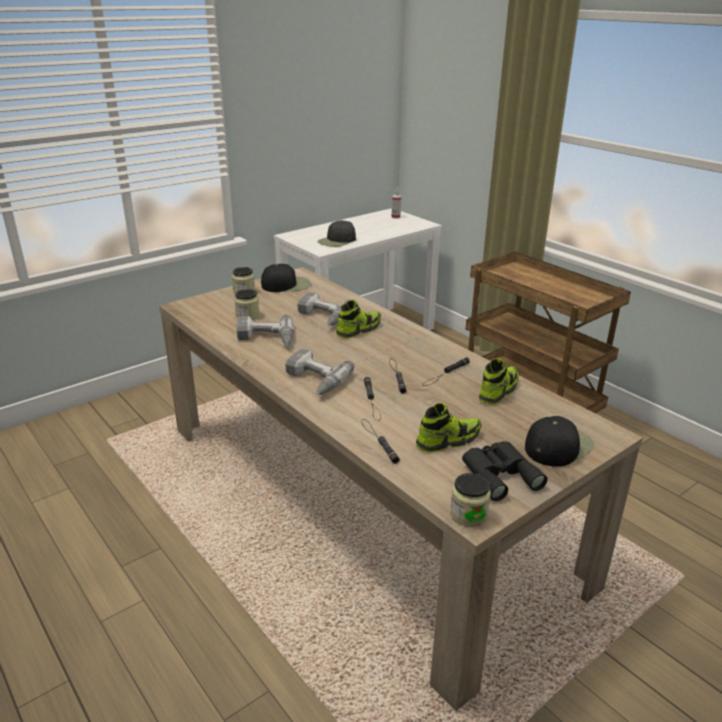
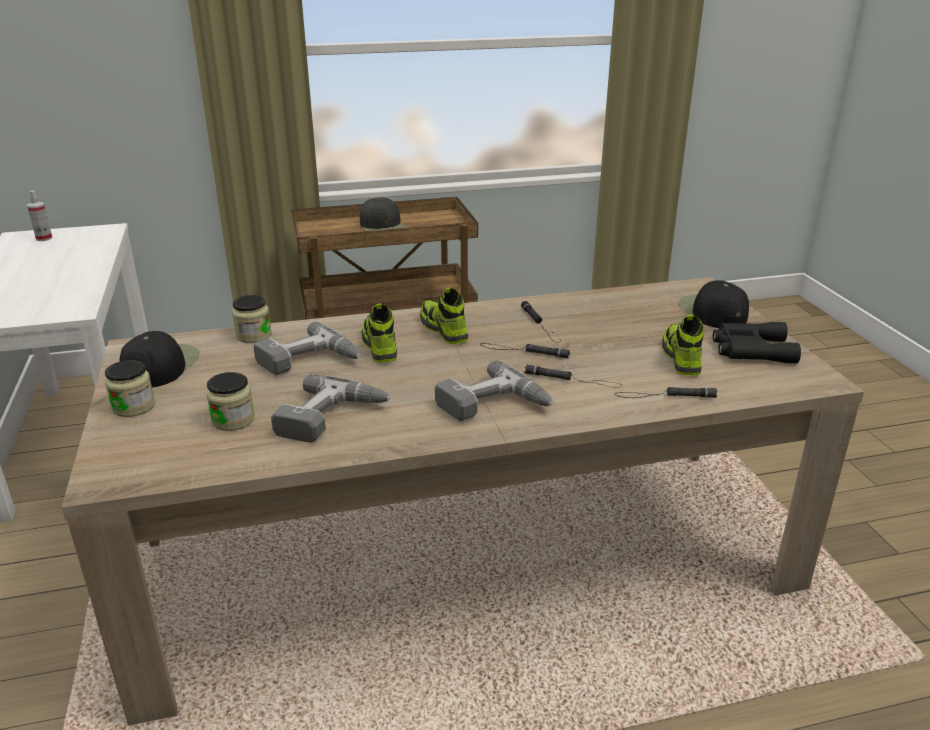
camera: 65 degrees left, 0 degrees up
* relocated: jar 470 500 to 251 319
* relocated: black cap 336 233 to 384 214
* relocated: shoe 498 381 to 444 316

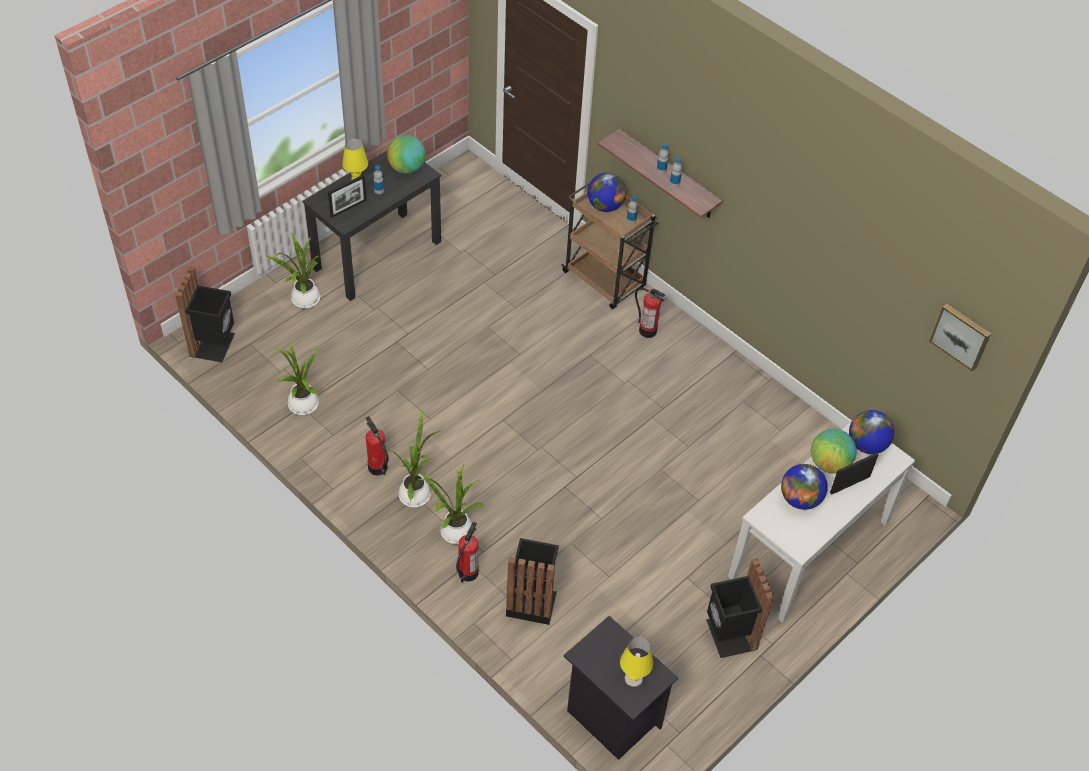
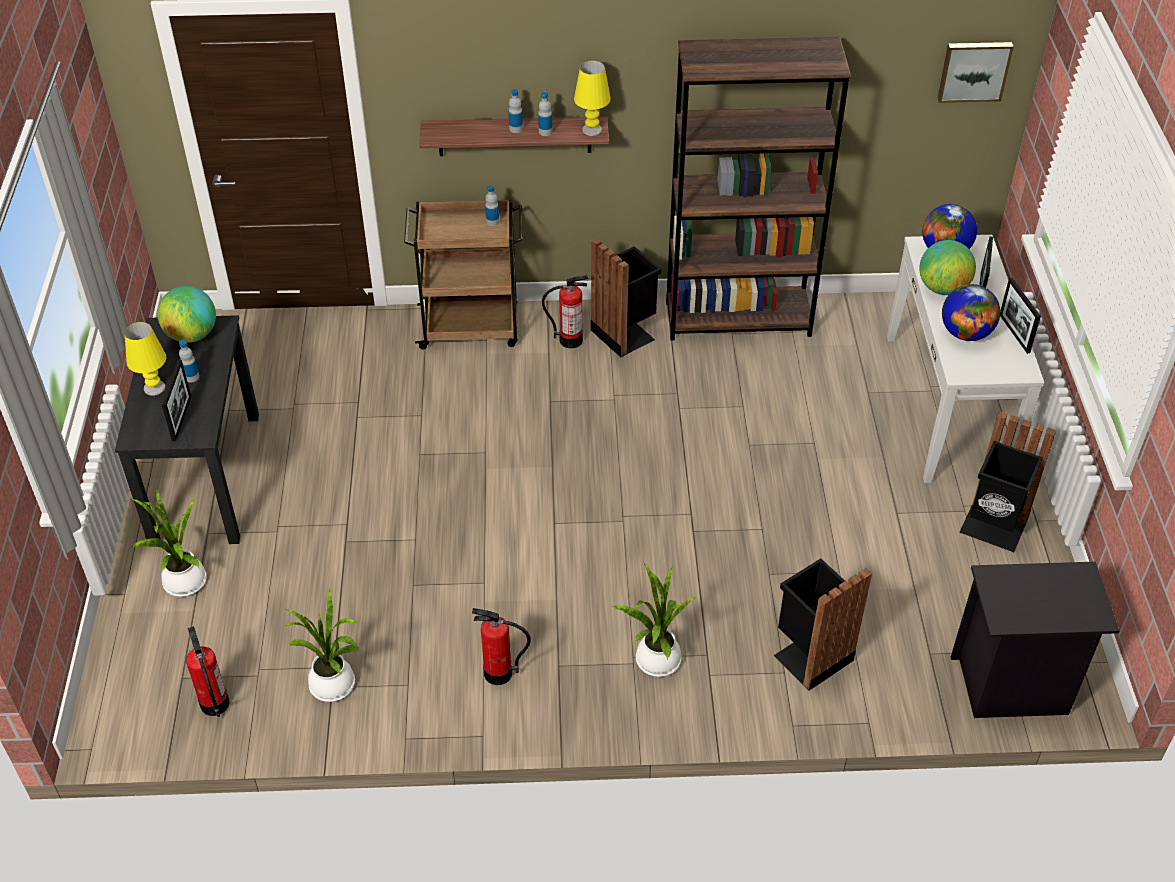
camera: 45 degrees left, 5 degrees down
* relocated: fire extinguisher 467 552 to 208 671
* relocated: yellow table lamp 636 662 to 592 98
* relocated: black trash can 205 314 to 626 297
* appeared: brown bookcase 758 189
* appeared: picture frame 1020 316
* missing: potted plant 415 458
* missing: globe 606 192

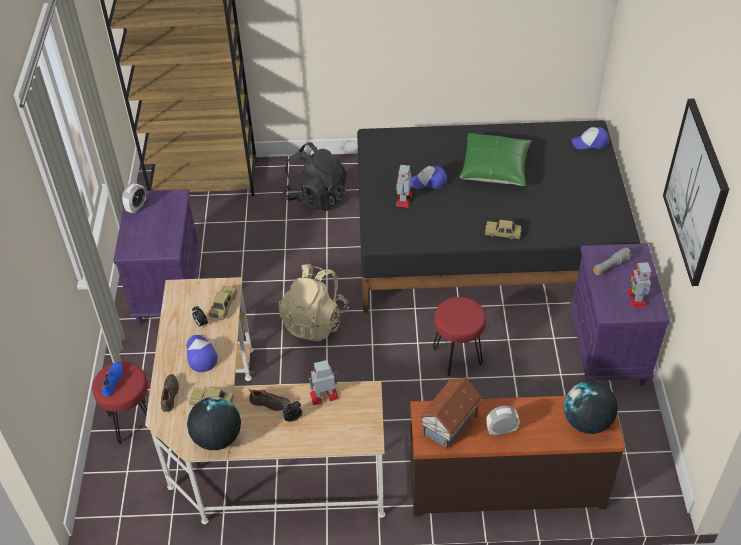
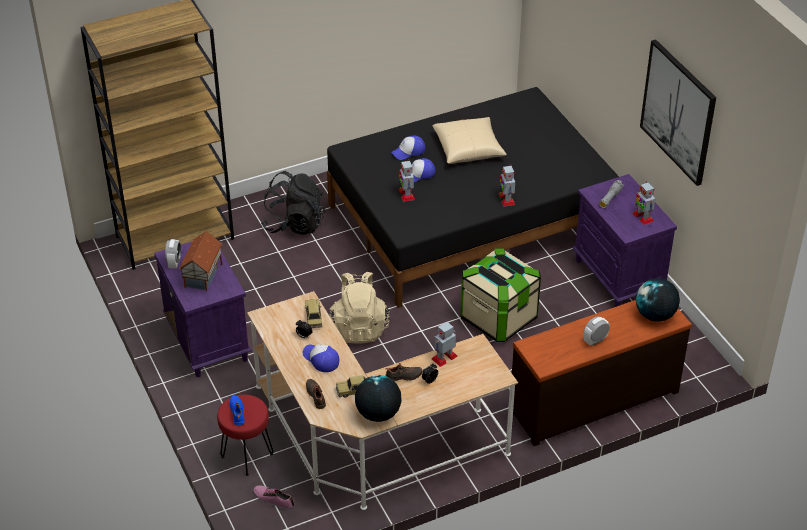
camera: 25 degrees left, 5 degrees down
* relocated: toy house 450 414 to 201 261
* appeared: shoe 273 497
* relocated: cap 590 138 to 408 147
* colour: green pillow 495 159 to beige pillow 469 140
* exchanged: red stool 459 336 to storage box 501 295
* exchanged: toy car 503 230 to toy robot 507 185

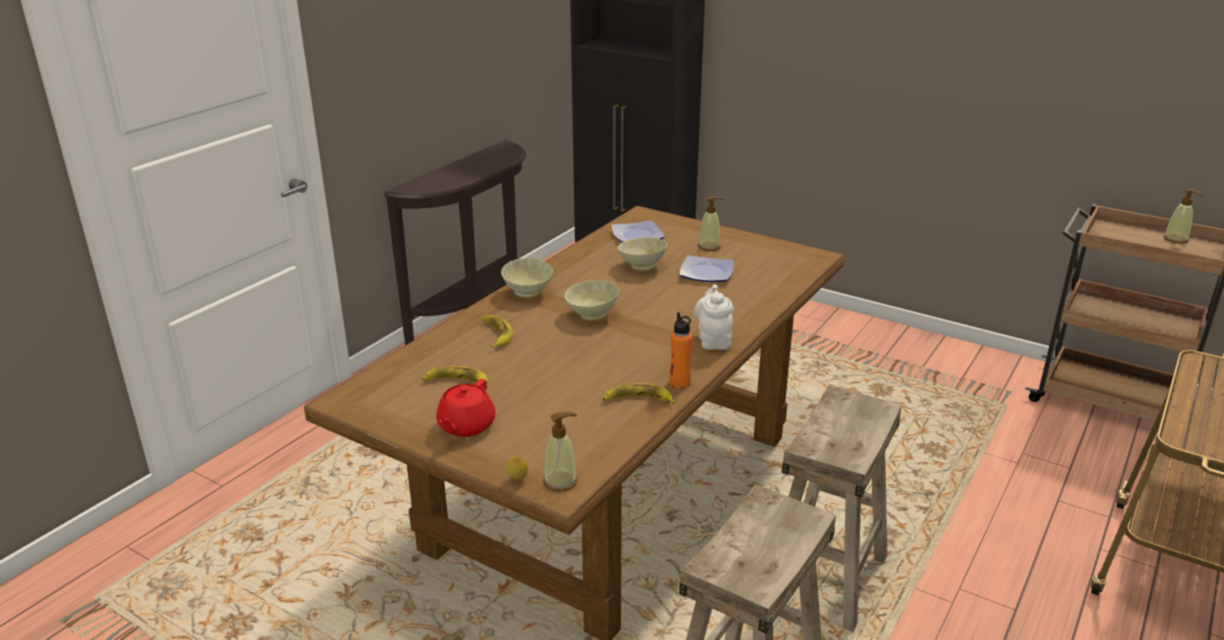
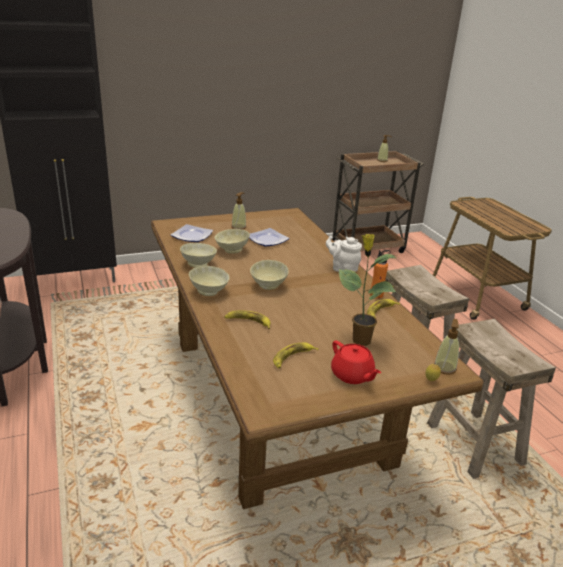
camera: 55 degrees left, 0 degrees up
* appeared: beige bowl 198 255
* appeared: potted plant 368 290

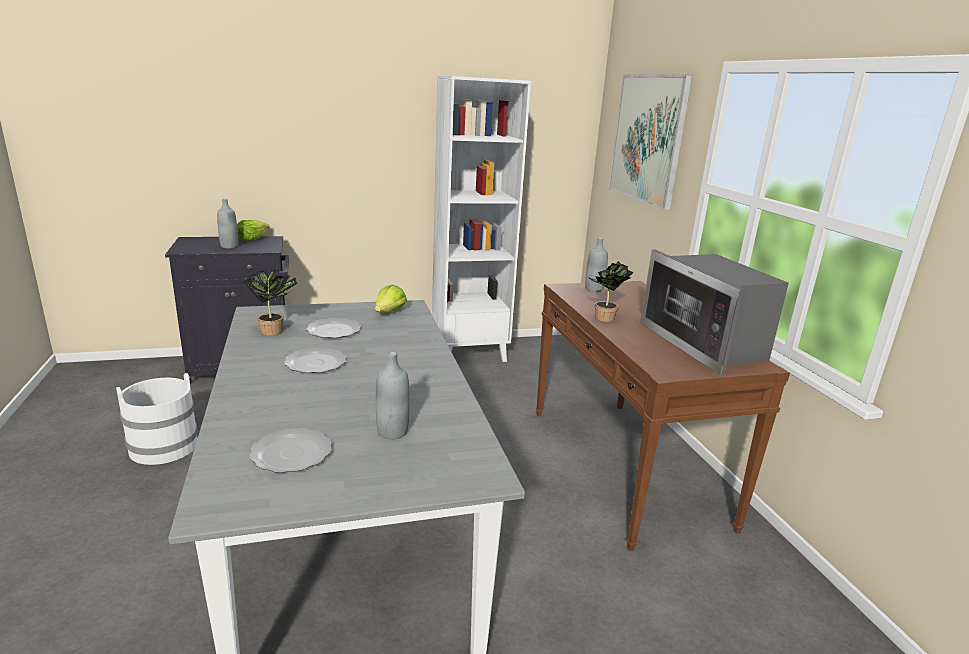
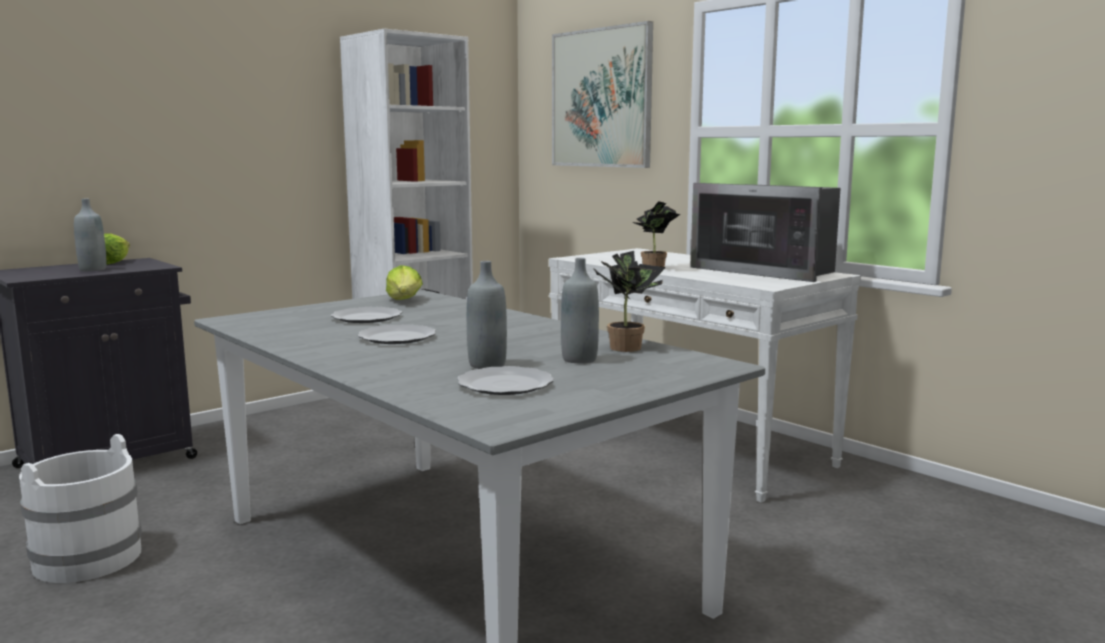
camera: 25 degrees left, 10 degrees down
* relocated: grey bottle 596 265 to 487 315
* colour: brown console table 663 416 to white console table 705 375
* relocated: potted plant 270 303 to 629 301

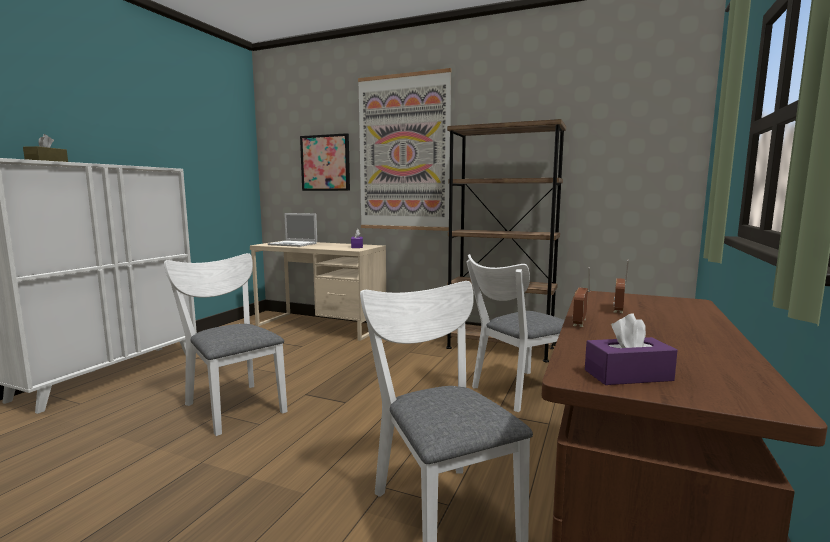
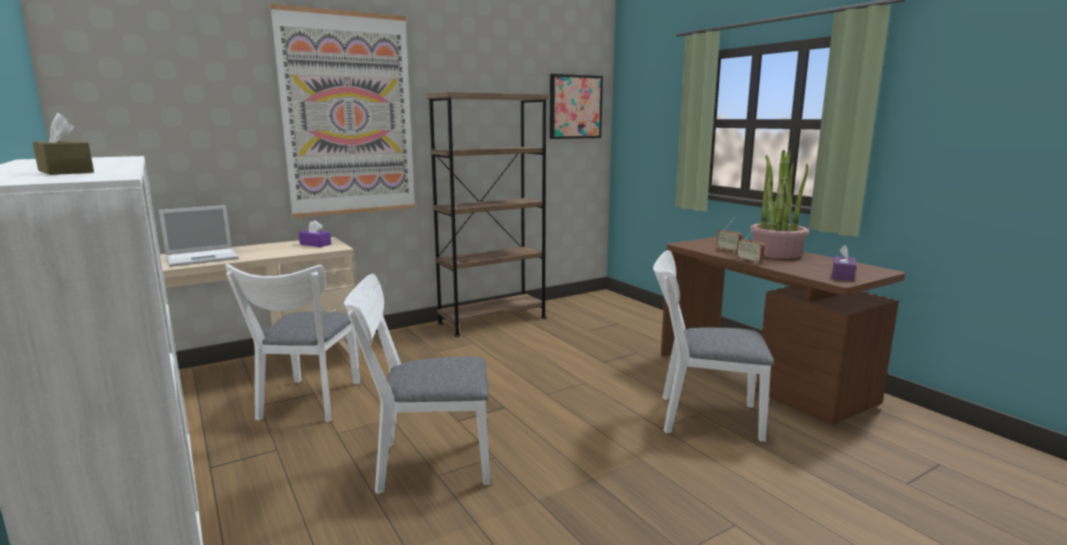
camera: 55 degrees left, 5 degrees up
* relocated: white chair 515 333 to 292 343
* relocated: picture 325 162 to 576 106
* appeared: potted plant 779 204

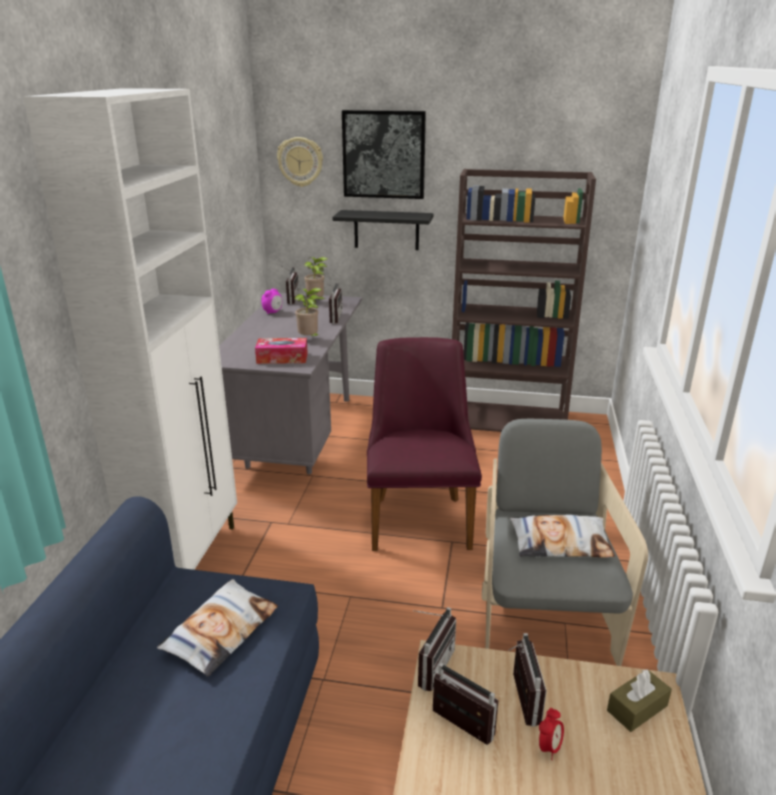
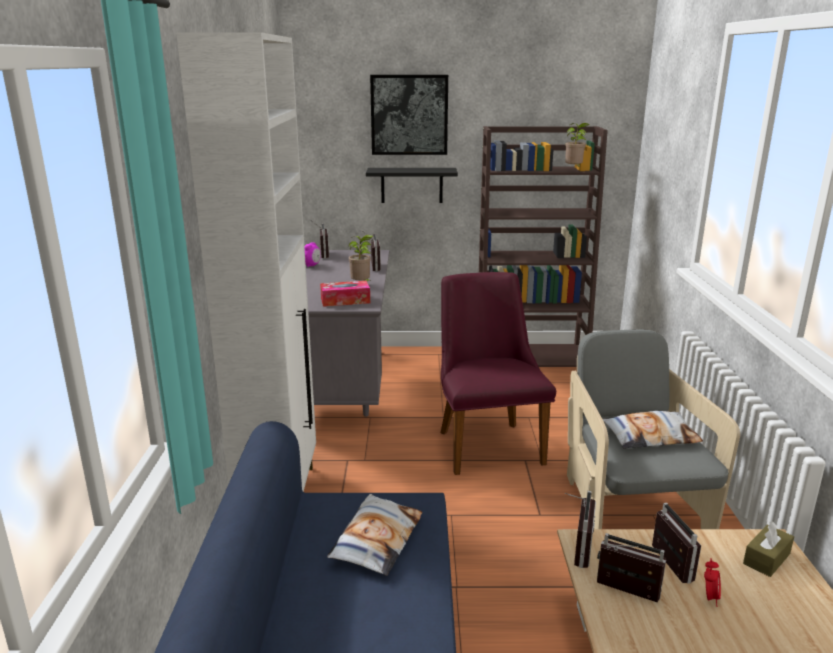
camera: 10 degrees left, 5 degrees down
* relocated: potted plant 316 278 to 577 145
* missing: wall clock 300 162

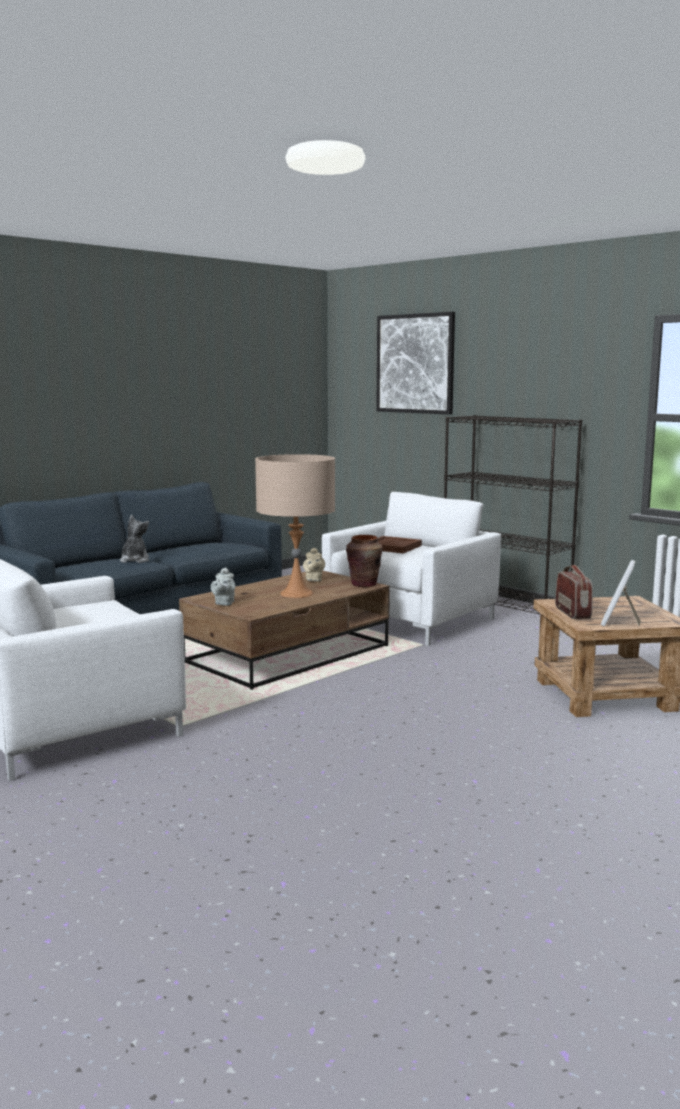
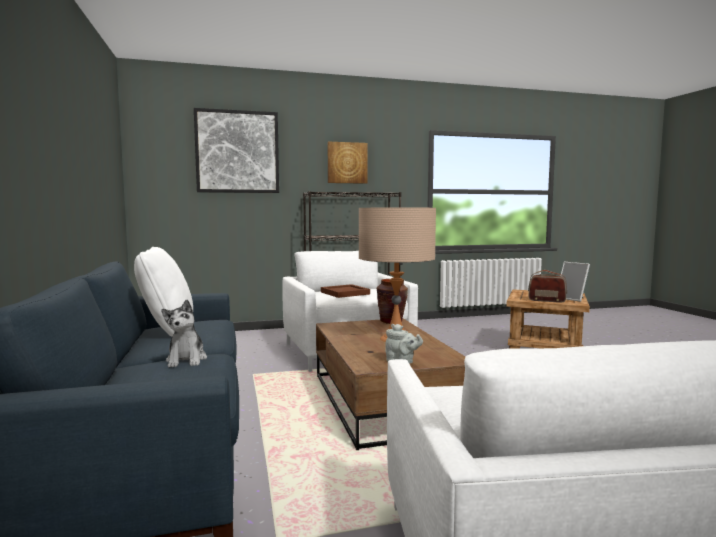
camera: 60 degrees left, 5 degrees down
* appeared: white pillow 163 291
* spun: plush toy 134 539 = 184 334 135 degrees counterclockwise
* appeared: picture 348 163
* missing: beige teapot 314 565

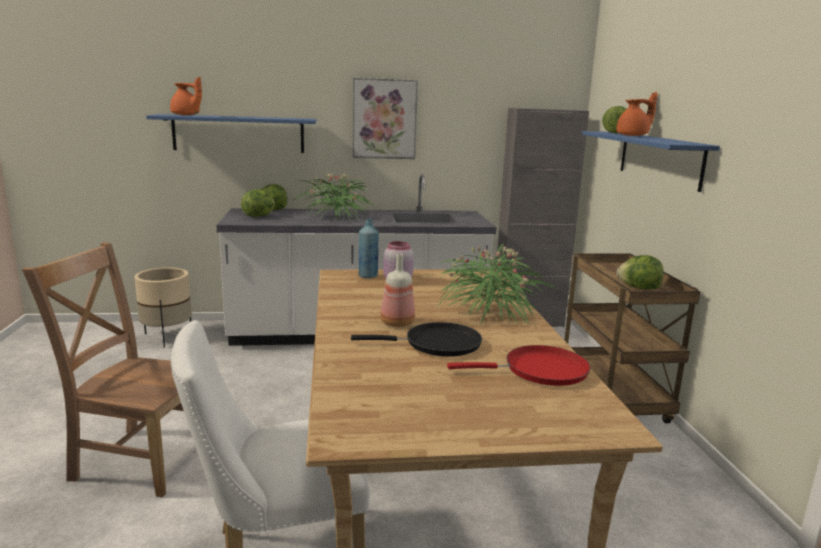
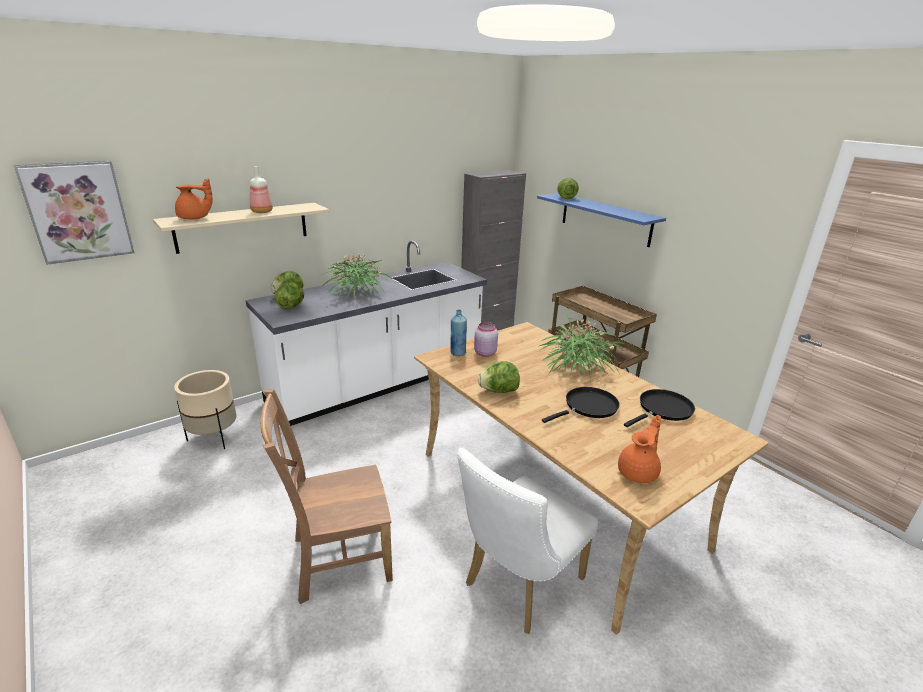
camera: 30 degrees left, 10 degrees up
* relocated: picture 385 118 to 74 213
* colour: blue shelf 231 133 to beige shelf 241 228
* relocated: bottle 397 290 to 261 189
* relocated: lettuce 640 272 to 499 377
* relocated: orange teapot 637 114 to 639 449
* colour: red frying pan 518 365 to black frying pan 659 408

